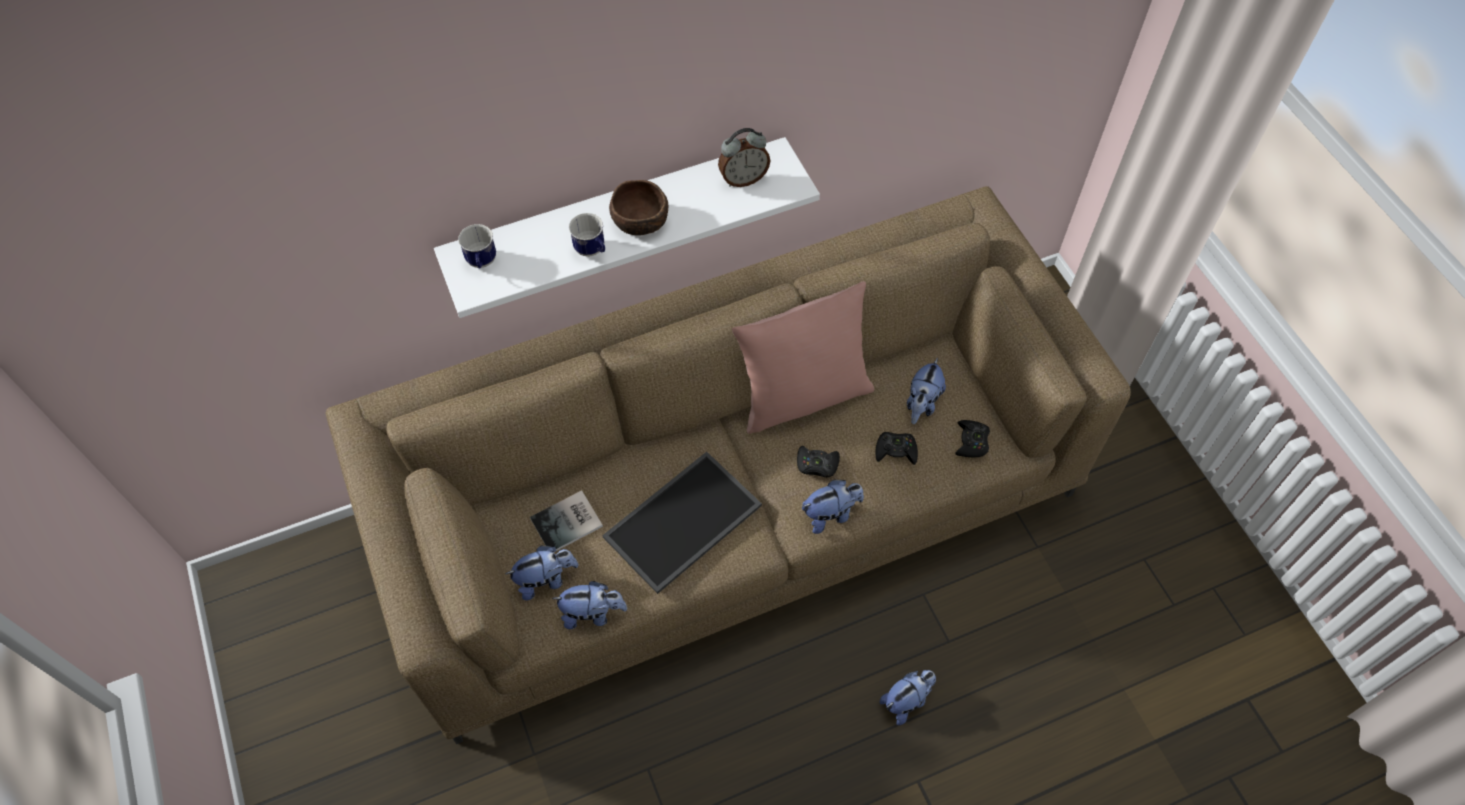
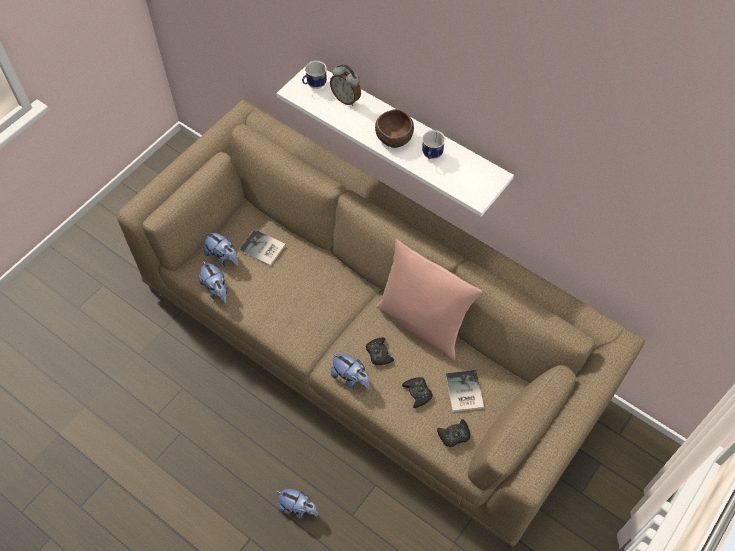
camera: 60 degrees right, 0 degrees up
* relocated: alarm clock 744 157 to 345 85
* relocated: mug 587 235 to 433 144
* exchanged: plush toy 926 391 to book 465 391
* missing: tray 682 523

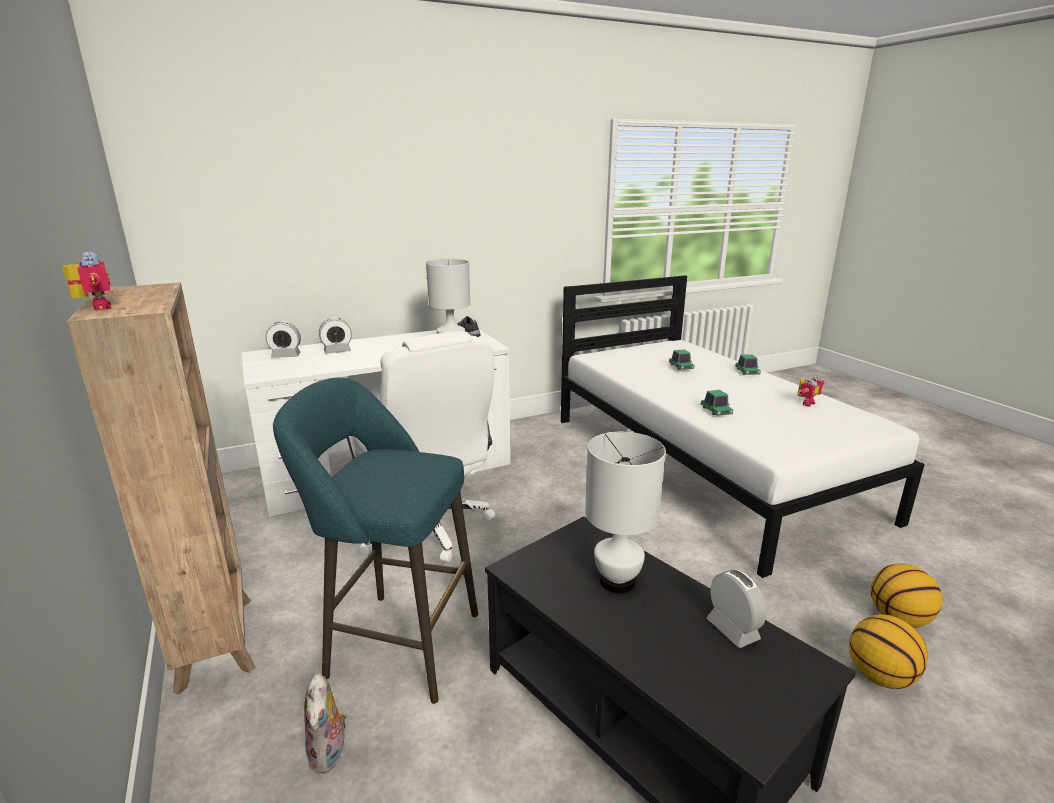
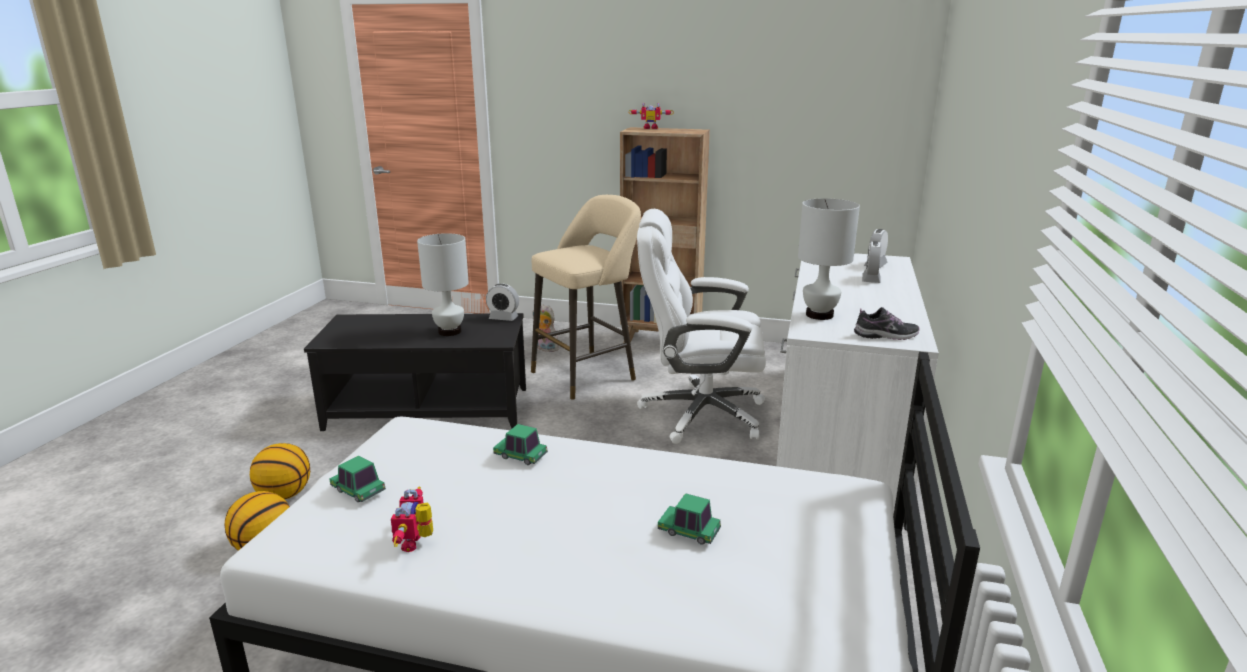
camera: 130 degrees right, 0 degrees up
* relocated: toy car 748 364 to 357 479
* relocated: alarm clock 736 608 to 502 302
* colour: turquoise stool 375 540 to beige stool 586 297

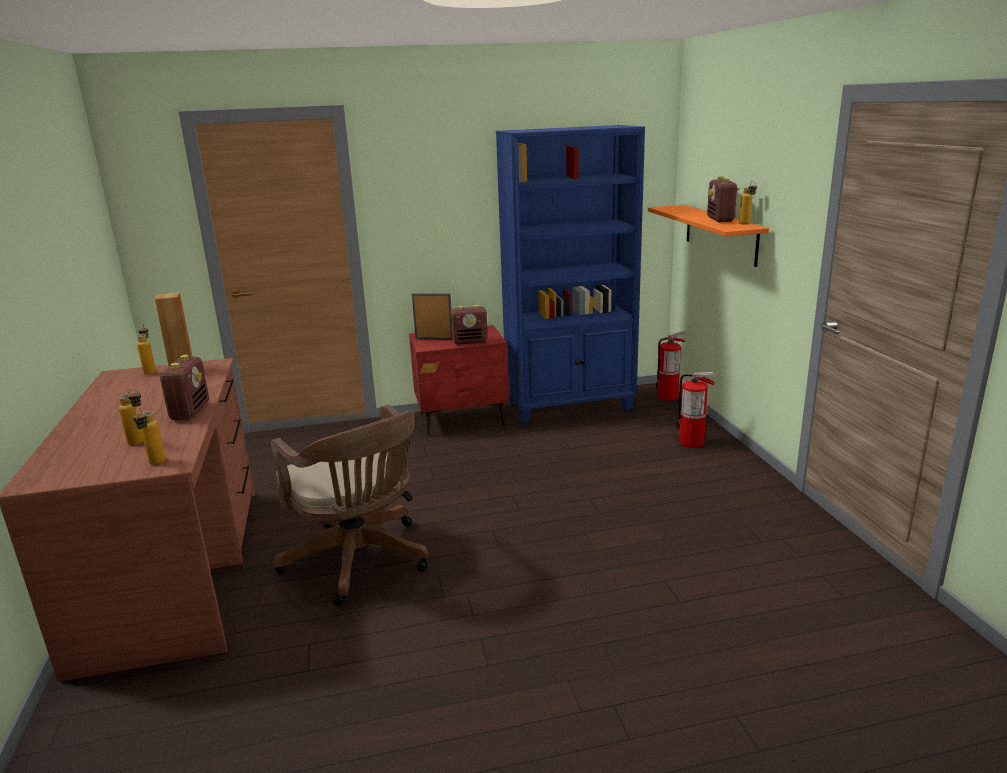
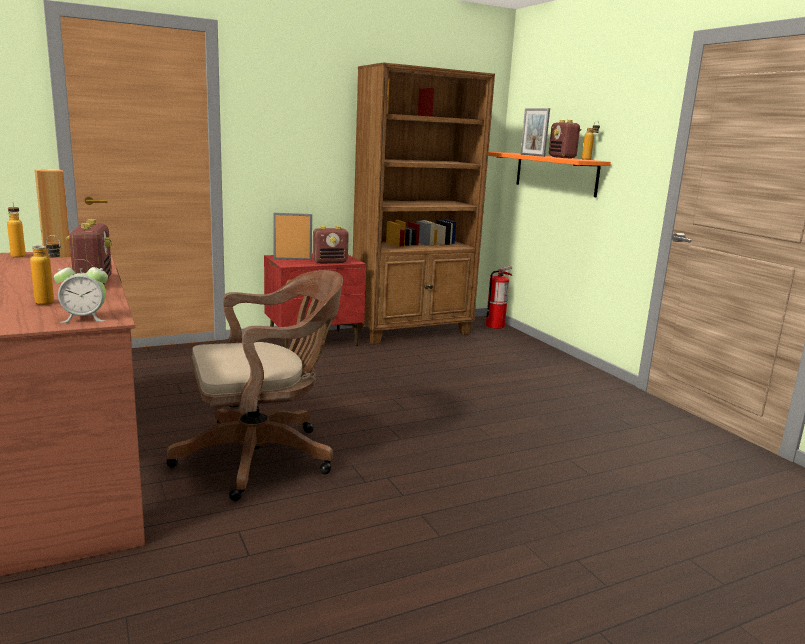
camera: 15 degrees left, 5 degrees down
* exchanged: bottle 149 436 to alarm clock 81 291
* spun: brown office chair 349 505 = 254 385 60 degrees counterclockwise
* colour: blue bookcase 570 274 to brown bookcase 423 203
* appeared: picture frame 535 132
* missing: fire extinguisher 695 410

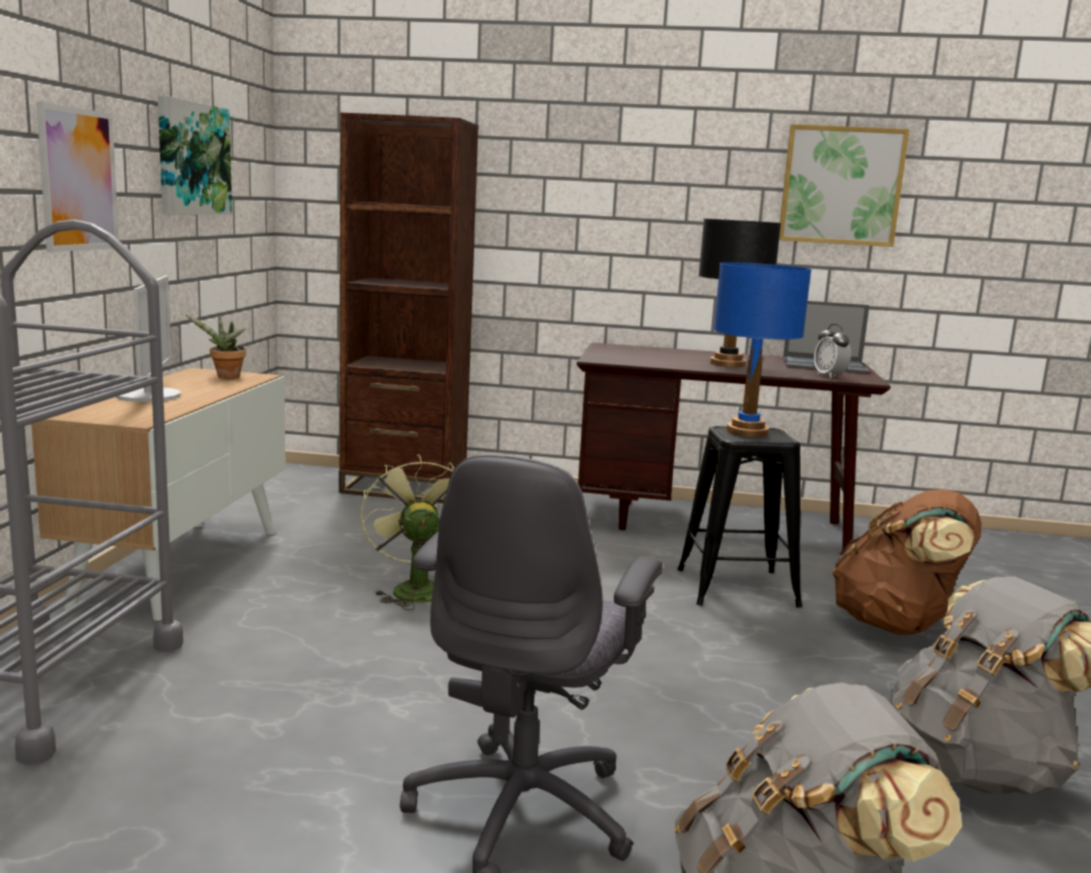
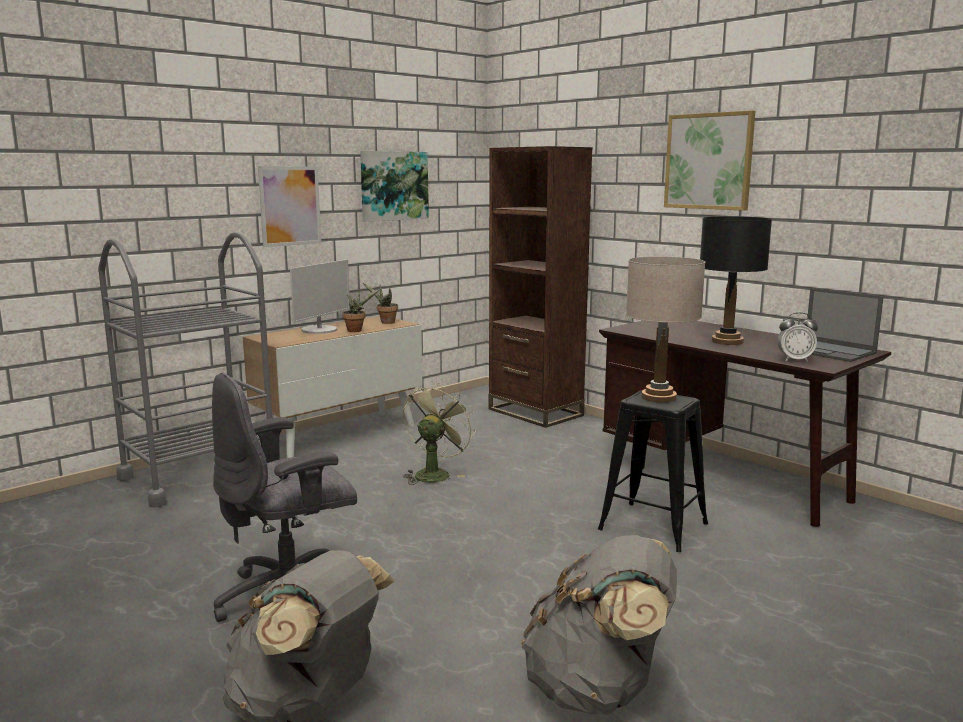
camera: 40 degrees right, 0 degrees up
* appeared: potted plant 361 310
* colour: blue table lamp 762 349 to beige table lamp 665 330
* relocated: picture 844 185 to 709 160
* spun: alarm clock 832 351 = 797 337 105 degrees counterclockwise
* missing: brown backpack 907 562

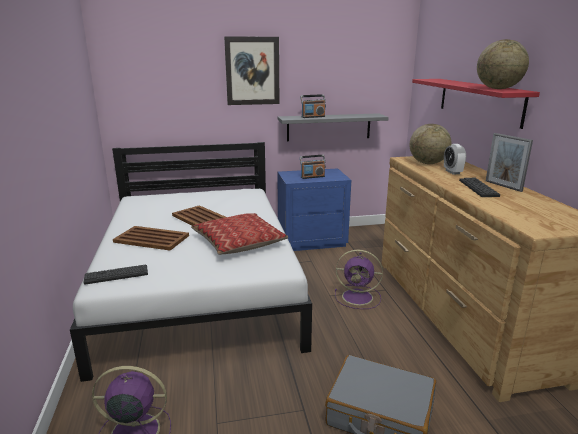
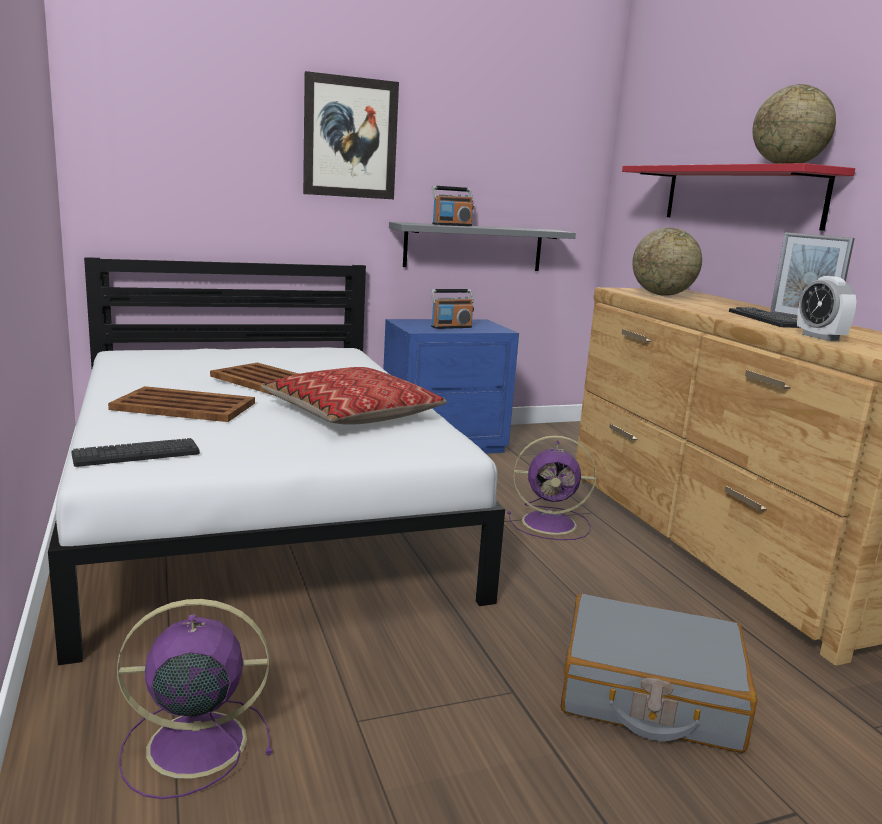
camera: 10 degrees left, 5 degrees down
* relocated: alarm clock 455 159 to 826 308

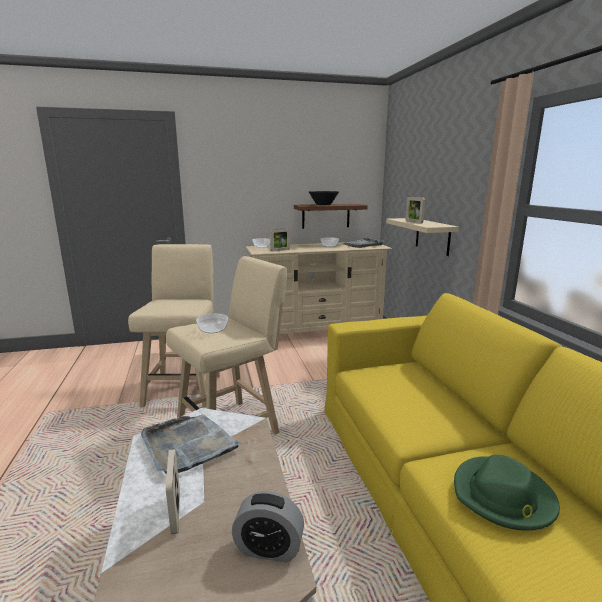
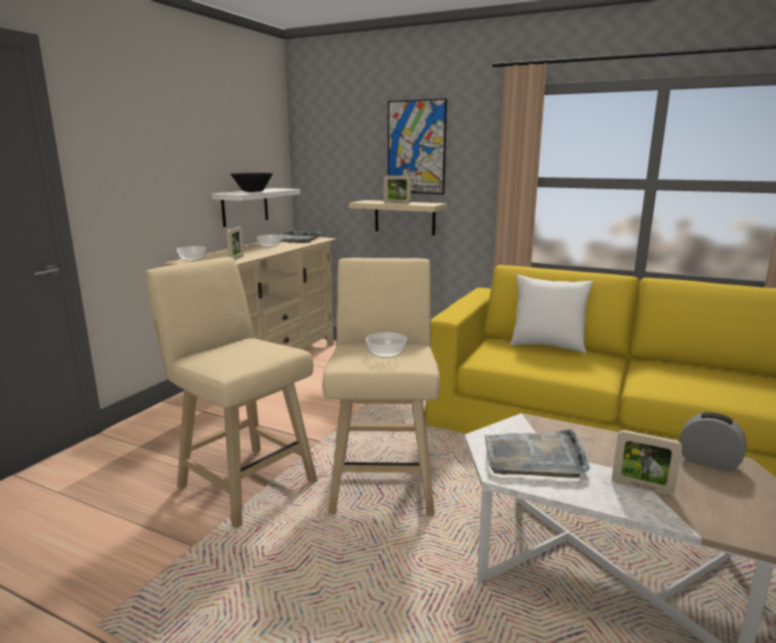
camera: 50 degrees left, 0 degrees up
* colour: brown shelf 331 216 to white shelf 256 207
* appeared: picture 417 146
* appeared: white pillow 551 314
* spun: alarm clock 268 527 = 712 442 105 degrees counterclockwise
* missing: green hat 507 493

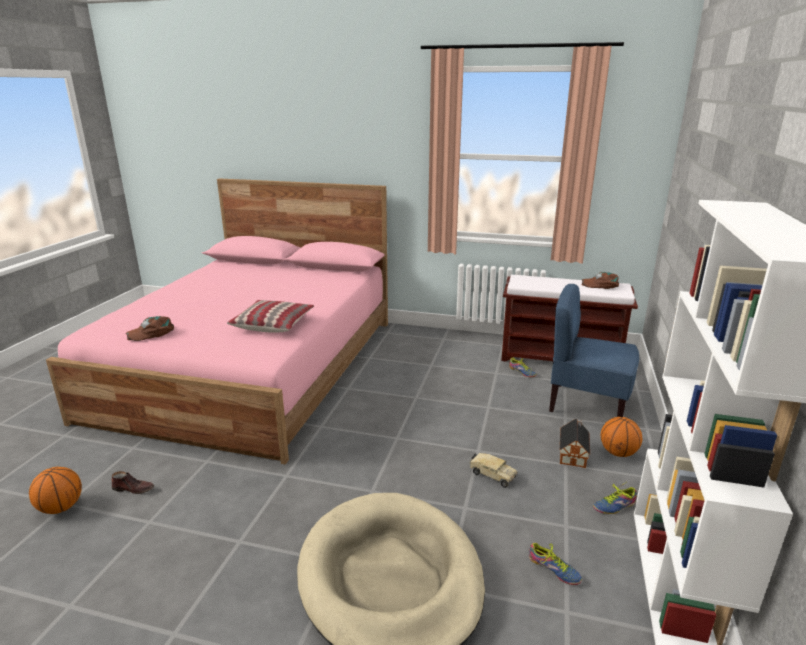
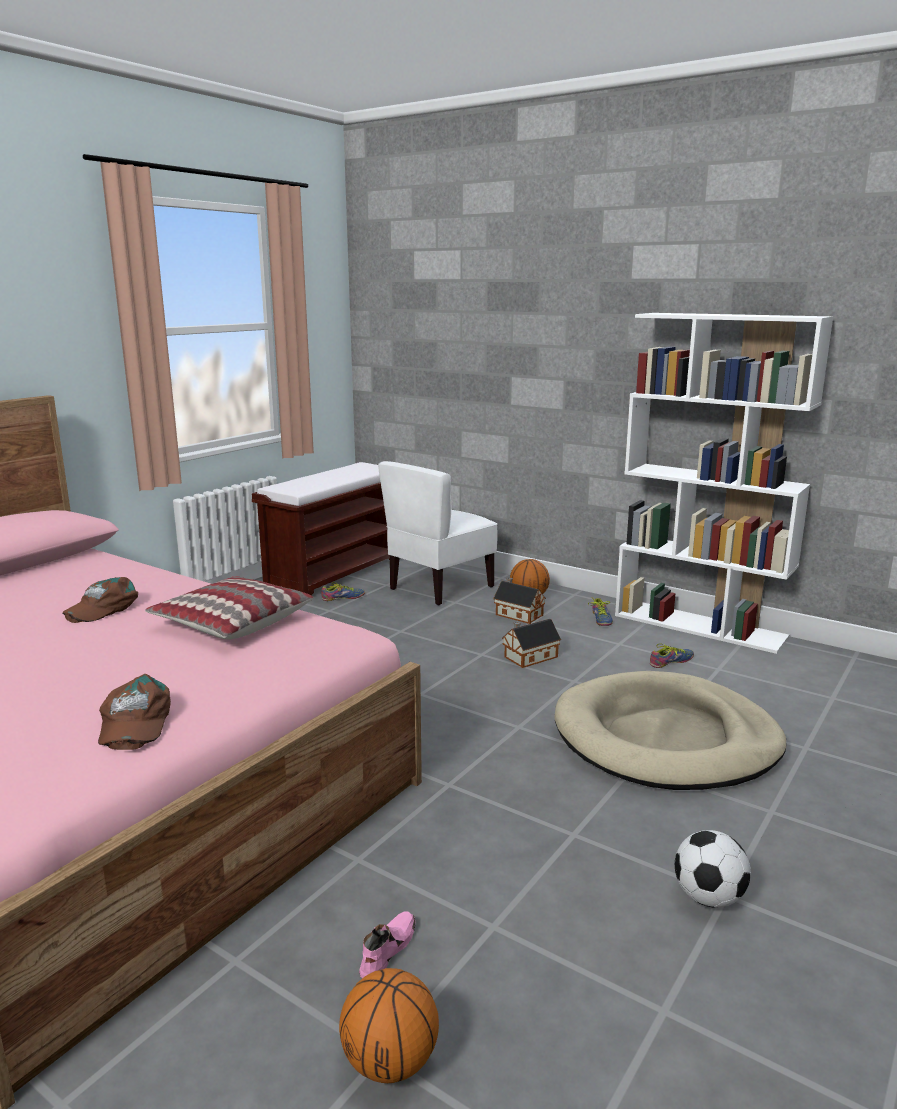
camera: 70 degrees left, 5 degrees down
* relocated: brown cap 600 280 to 100 600
* colour: brown shoe 133 482 to pink shoe 387 945
* colour: blue chair 594 350 to white chair 437 533
* exchanged: toy truck 493 470 to toy house 531 643
* appeared: football 713 869

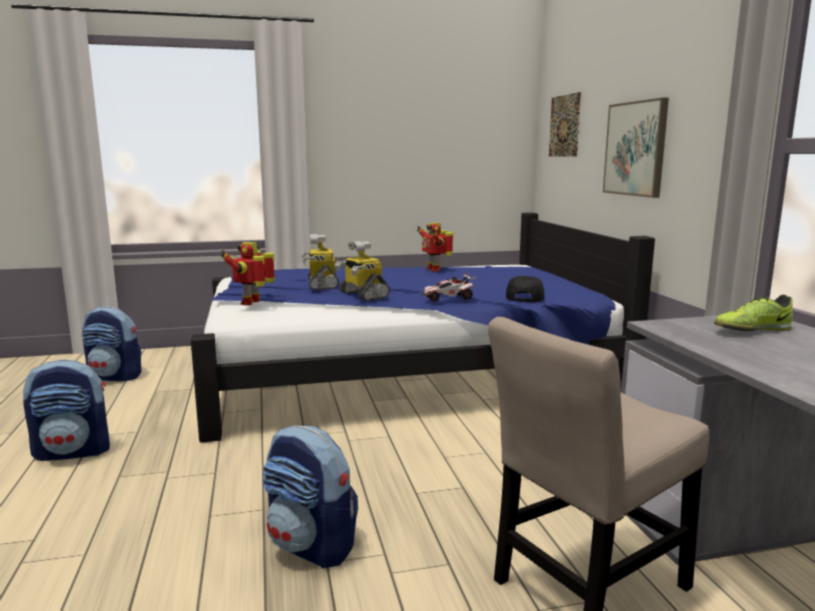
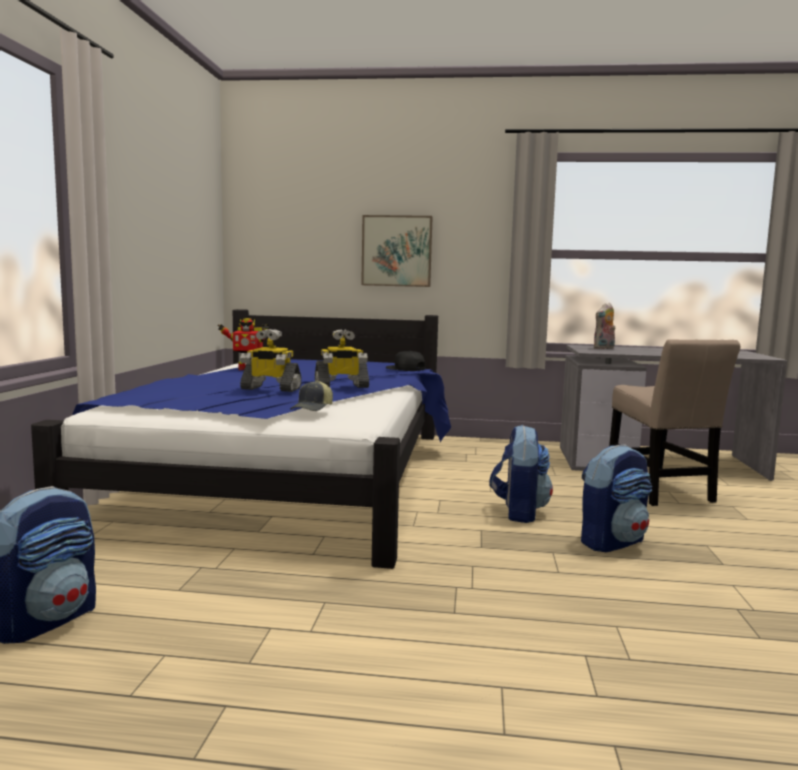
camera: 70 degrees left, 5 degrees down
* exchanged: toy robot 248 273 to cap 311 395
* relocated: backpack 66 410 to 521 474
* exchanged: shoe 753 313 to plush toy 604 326
* missing: toy car 449 287
* missing: picture 565 124

